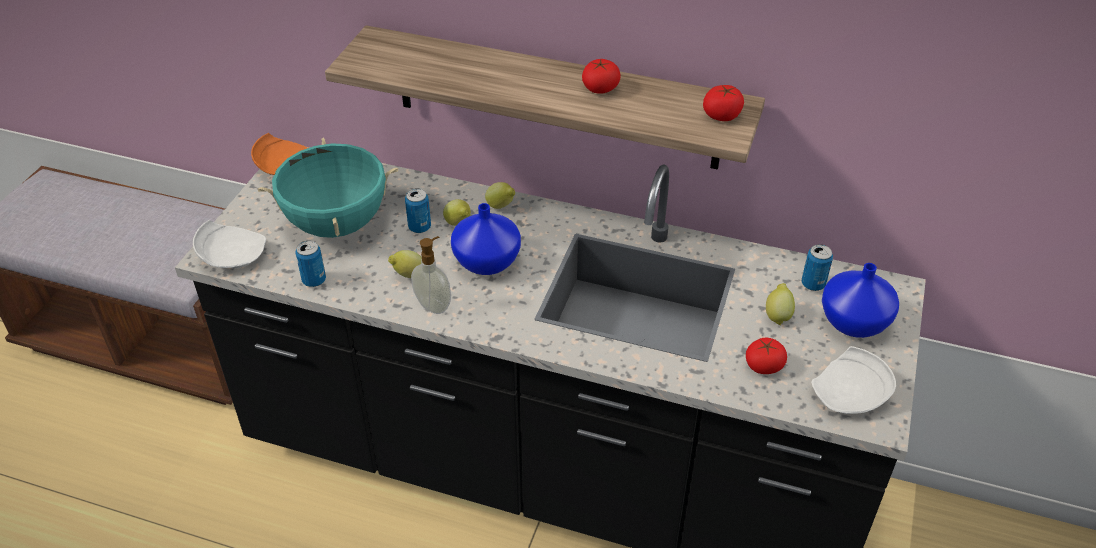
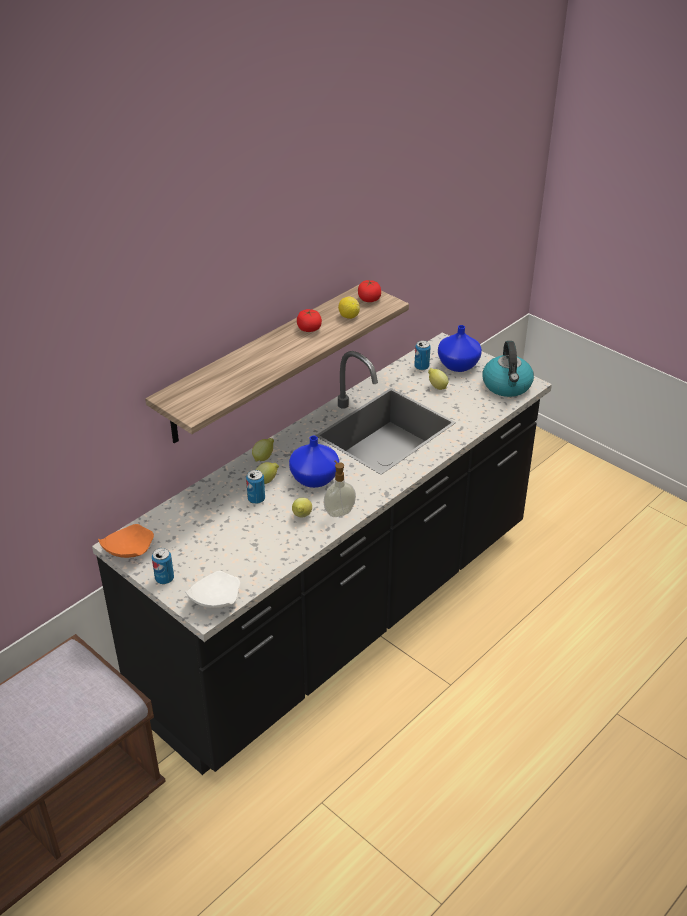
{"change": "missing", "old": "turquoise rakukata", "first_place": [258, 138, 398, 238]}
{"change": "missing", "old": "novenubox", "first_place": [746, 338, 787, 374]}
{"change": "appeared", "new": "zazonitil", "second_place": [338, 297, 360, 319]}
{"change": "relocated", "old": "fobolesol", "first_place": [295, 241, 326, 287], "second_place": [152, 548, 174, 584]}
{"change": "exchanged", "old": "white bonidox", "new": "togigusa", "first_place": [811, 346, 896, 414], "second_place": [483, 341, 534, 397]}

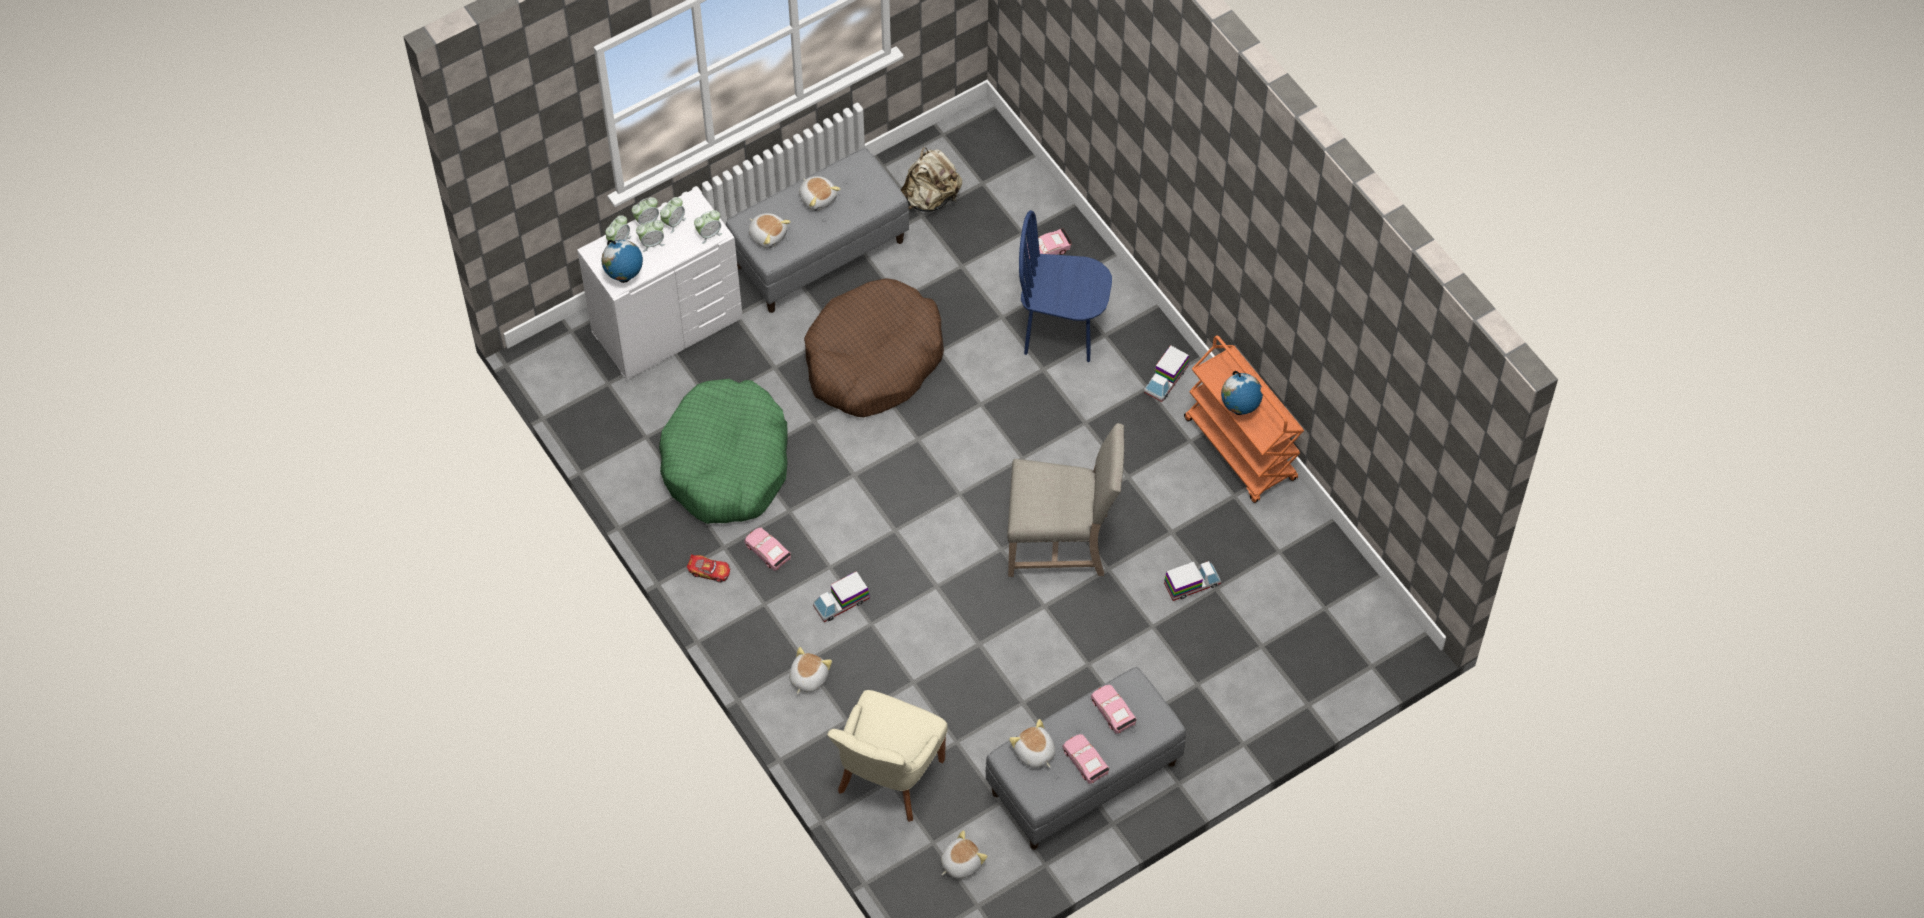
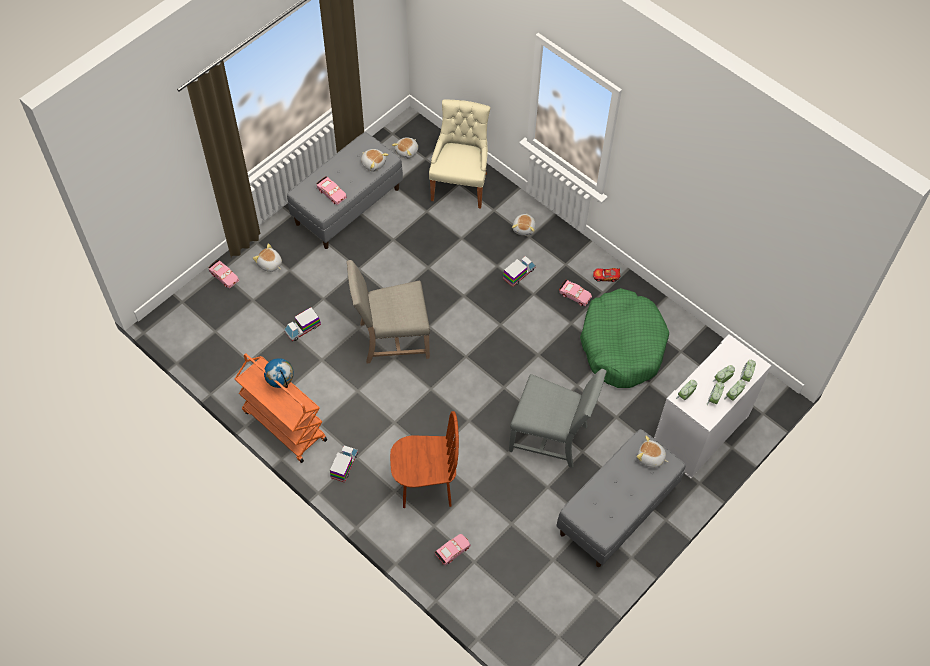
{"change": "missing", "old": "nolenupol", "first_place": [601, 240, 643, 283]}
{"change": "missing", "old": "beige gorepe", "first_place": [901, 147, 962, 212]}
{"change": "relocated", "old": "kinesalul", "first_place": [799, 176, 841, 211], "second_place": [253, 244, 282, 272]}
{"change": "relocated", "old": "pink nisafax", "first_place": [1062, 734, 1109, 784], "second_place": [208, 260, 239, 289]}
{"change": "exchanged", "old": "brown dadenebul", "new": "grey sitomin", "first_place": [804, 278, 944, 417], "second_place": [509, 369, 607, 468]}
{"change": "colour", "old": "blue sitomin", "new": "brown sitomin", "first_place": [1019, 210, 1112, 362], "second_place": [390, 411, 459, 508]}

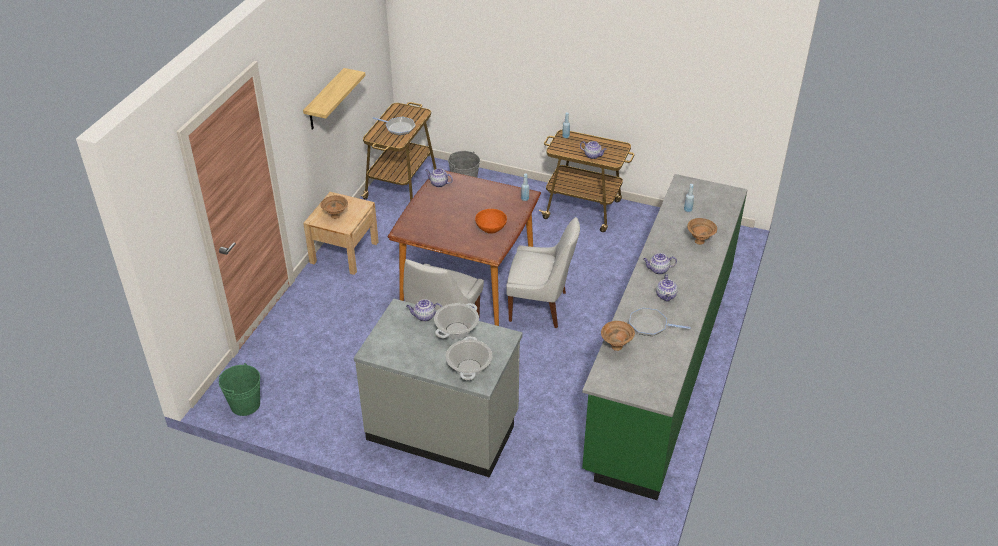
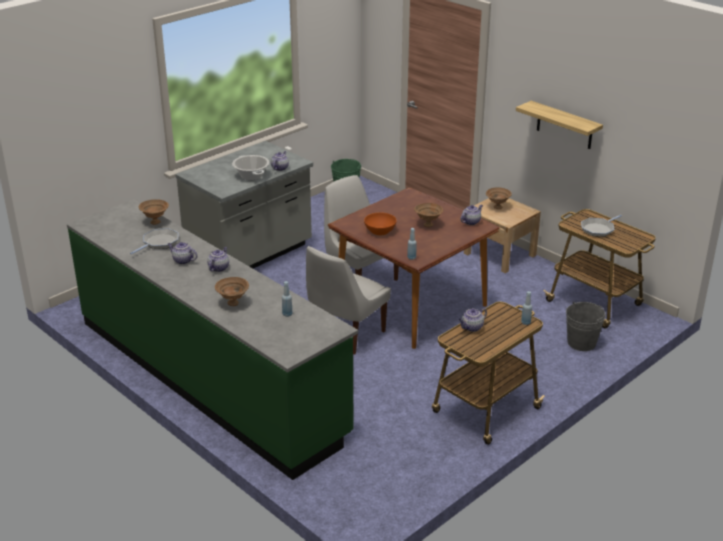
{"change": "missing", "old": "rakukata", "first_place": [446, 336, 492, 380]}
{"change": "appeared", "new": "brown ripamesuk", "second_place": [414, 203, 443, 227]}

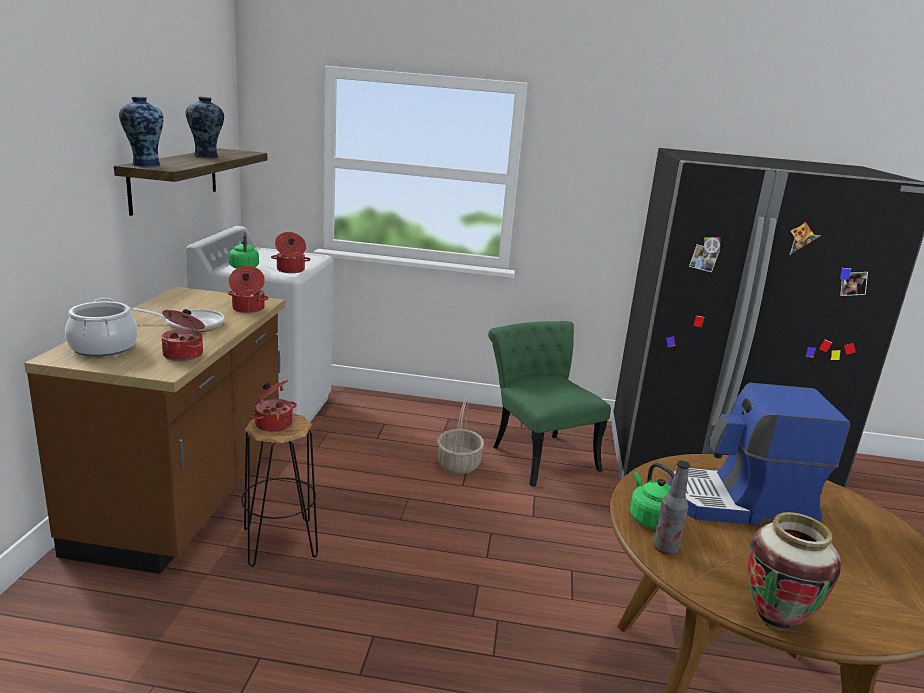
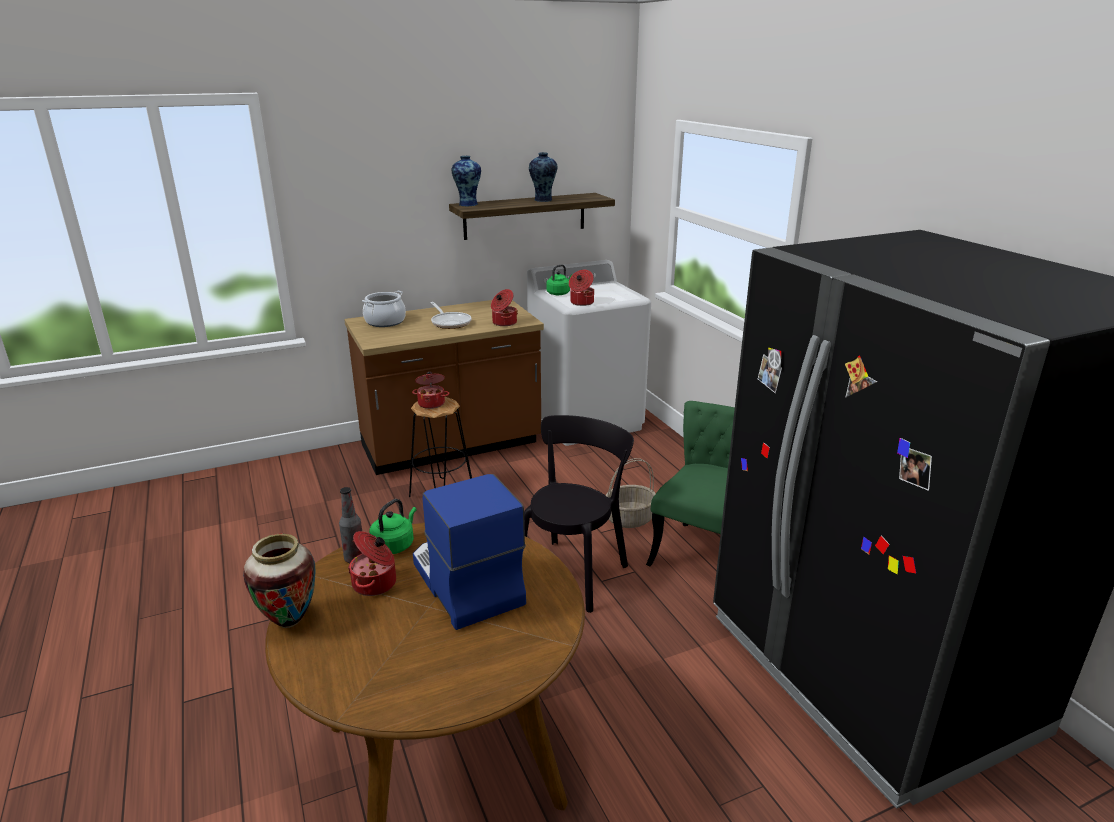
{"change": "appeared", "new": "black sitomin", "second_place": [524, 415, 634, 613]}
{"change": "relocated", "old": "rakukata", "first_place": [161, 309, 205, 361], "second_place": [348, 531, 396, 596]}

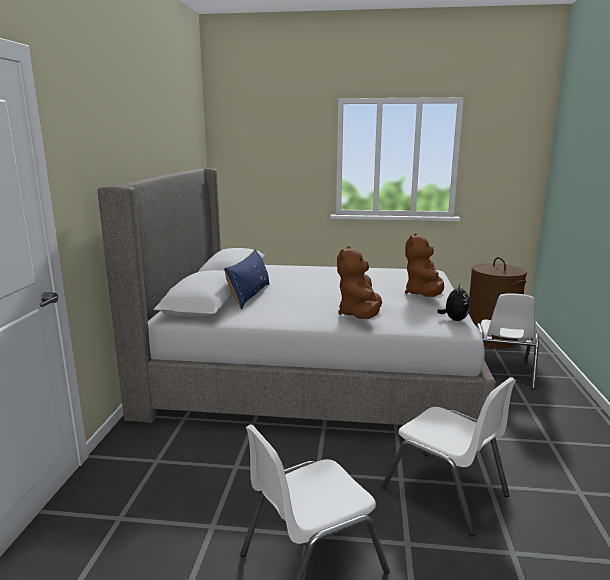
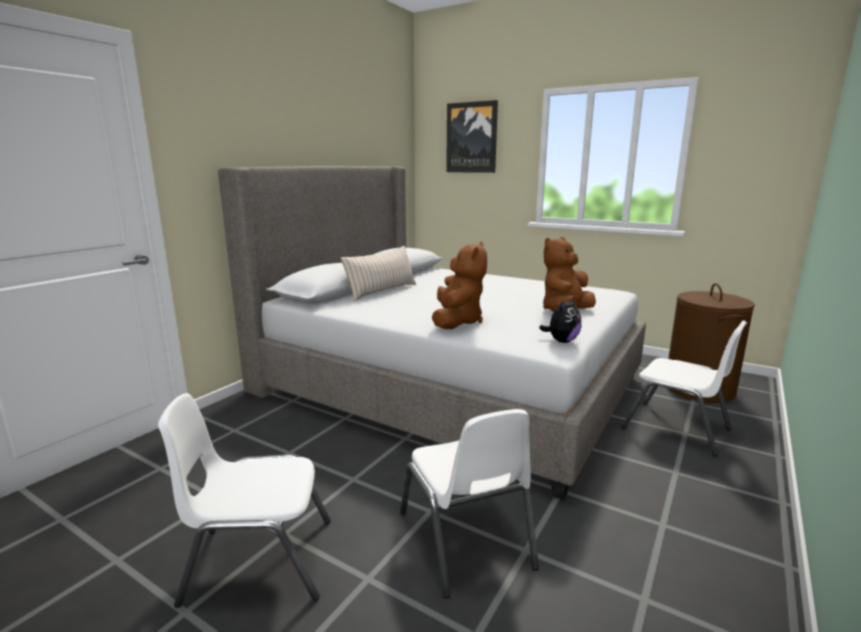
{"change": "appeared", "new": "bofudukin", "second_place": [446, 100, 498, 173]}
{"change": "colour", "old": "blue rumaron", "new": "beige rumaron", "first_place": [224, 249, 270, 309], "second_place": [341, 246, 416, 301]}
{"change": "spun", "old": "brown kinesalul", "first_place": [337, 246, 382, 319], "second_place": [432, 241, 487, 329], "degrees": 150}
{"change": "spun", "old": "white sitomin", "first_place": [477, 293, 539, 389], "second_place": [621, 320, 747, 457], "degrees": -90}

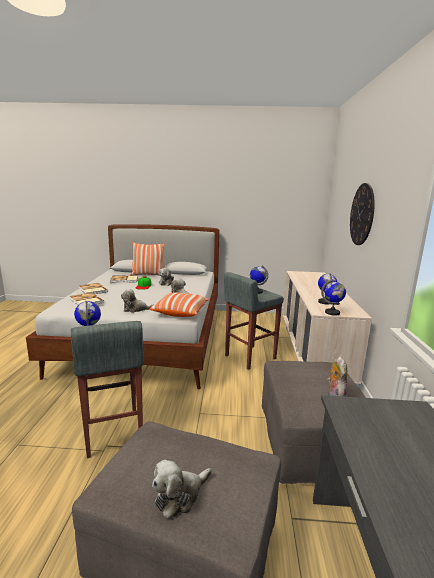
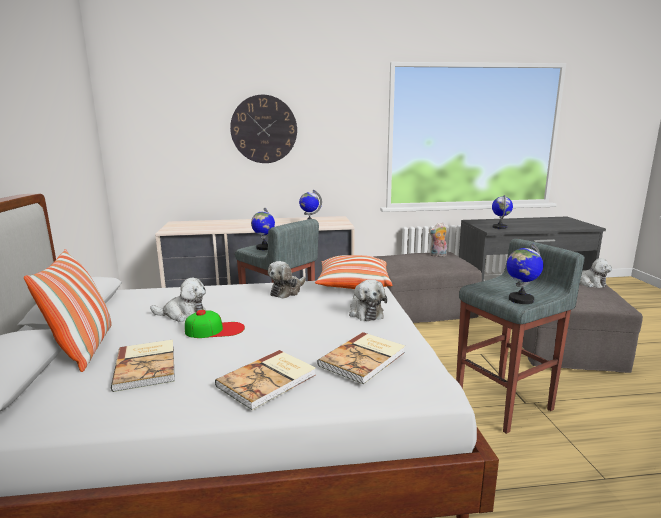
{"change": "relocated", "old": "nolenupol", "first_place": [321, 279, 346, 316], "second_place": [492, 195, 513, 229]}

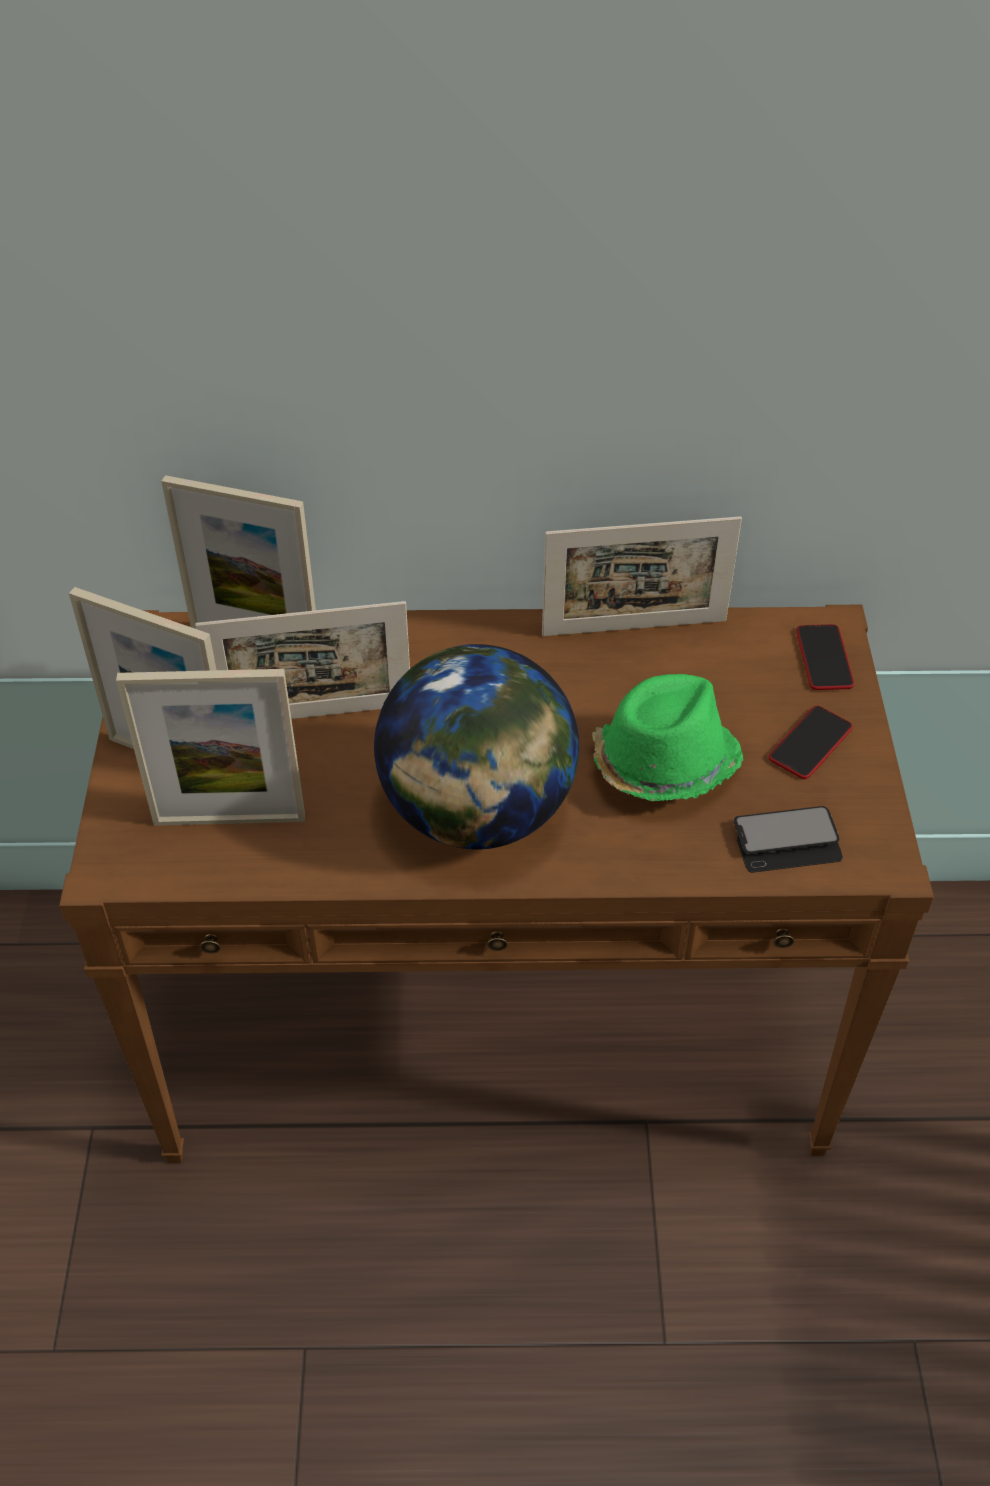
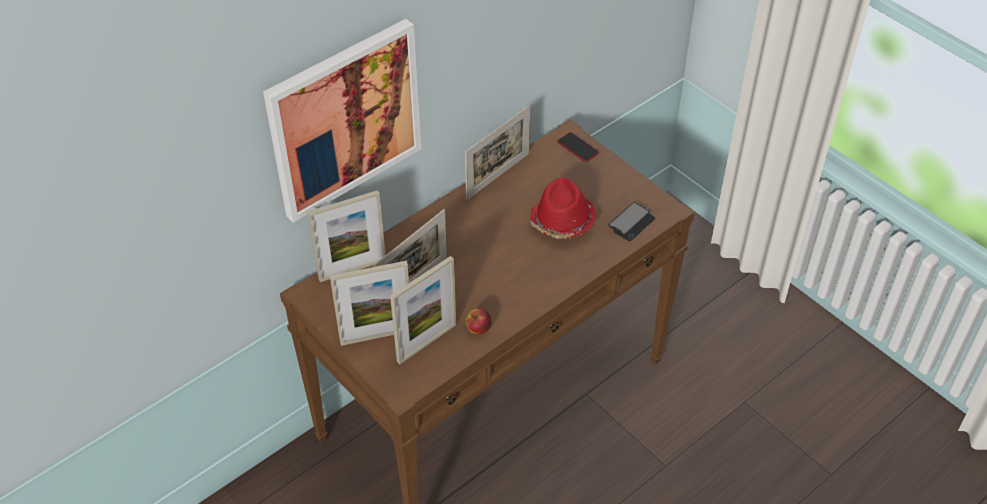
{"change": "missing", "old": "nolenupol", "first_place": [374, 644, 579, 849]}
{"change": "missing", "old": "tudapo", "first_place": [768, 706, 853, 779]}
{"change": "appeared", "new": "bofudukin", "second_place": [263, 19, 421, 223]}
{"change": "appeared", "new": "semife", "second_place": [466, 308, 492, 334]}
{"change": "colour", "old": "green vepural", "new": "red vepural", "first_place": [592, 674, 743, 801], "second_place": [530, 178, 596, 239]}

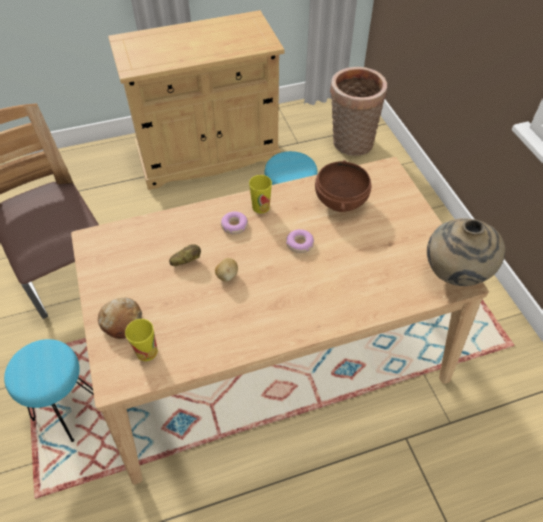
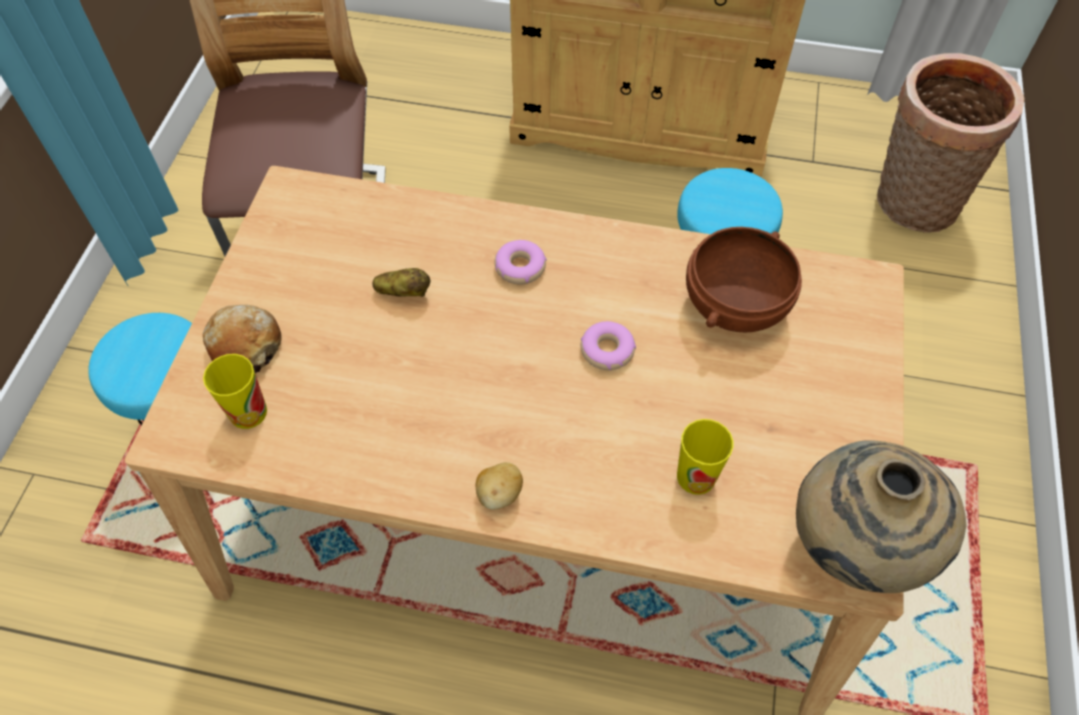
{"change": "relocated", "old": "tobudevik", "first_place": [215, 258, 238, 282], "second_place": [476, 462, 523, 510]}
{"change": "relocated", "old": "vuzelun", "first_place": [249, 175, 272, 214], "second_place": [677, 419, 733, 495]}

